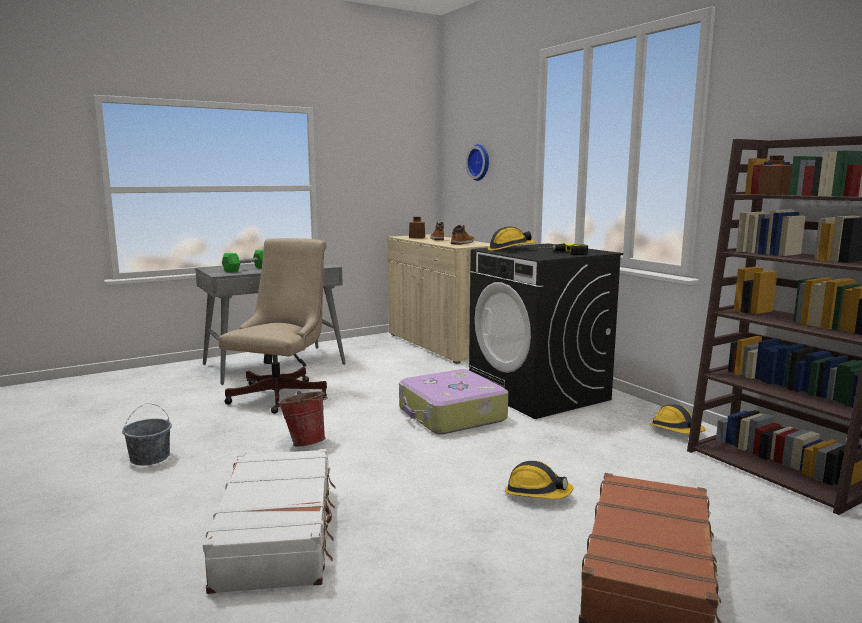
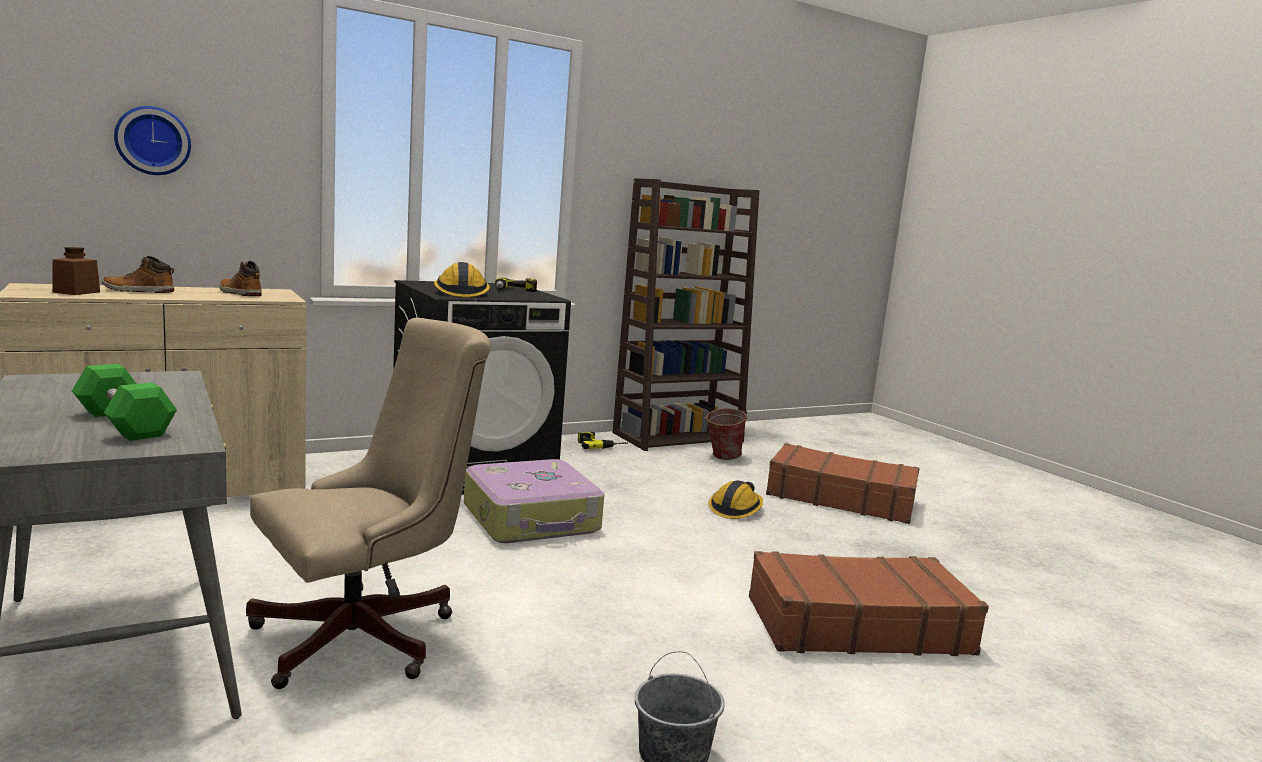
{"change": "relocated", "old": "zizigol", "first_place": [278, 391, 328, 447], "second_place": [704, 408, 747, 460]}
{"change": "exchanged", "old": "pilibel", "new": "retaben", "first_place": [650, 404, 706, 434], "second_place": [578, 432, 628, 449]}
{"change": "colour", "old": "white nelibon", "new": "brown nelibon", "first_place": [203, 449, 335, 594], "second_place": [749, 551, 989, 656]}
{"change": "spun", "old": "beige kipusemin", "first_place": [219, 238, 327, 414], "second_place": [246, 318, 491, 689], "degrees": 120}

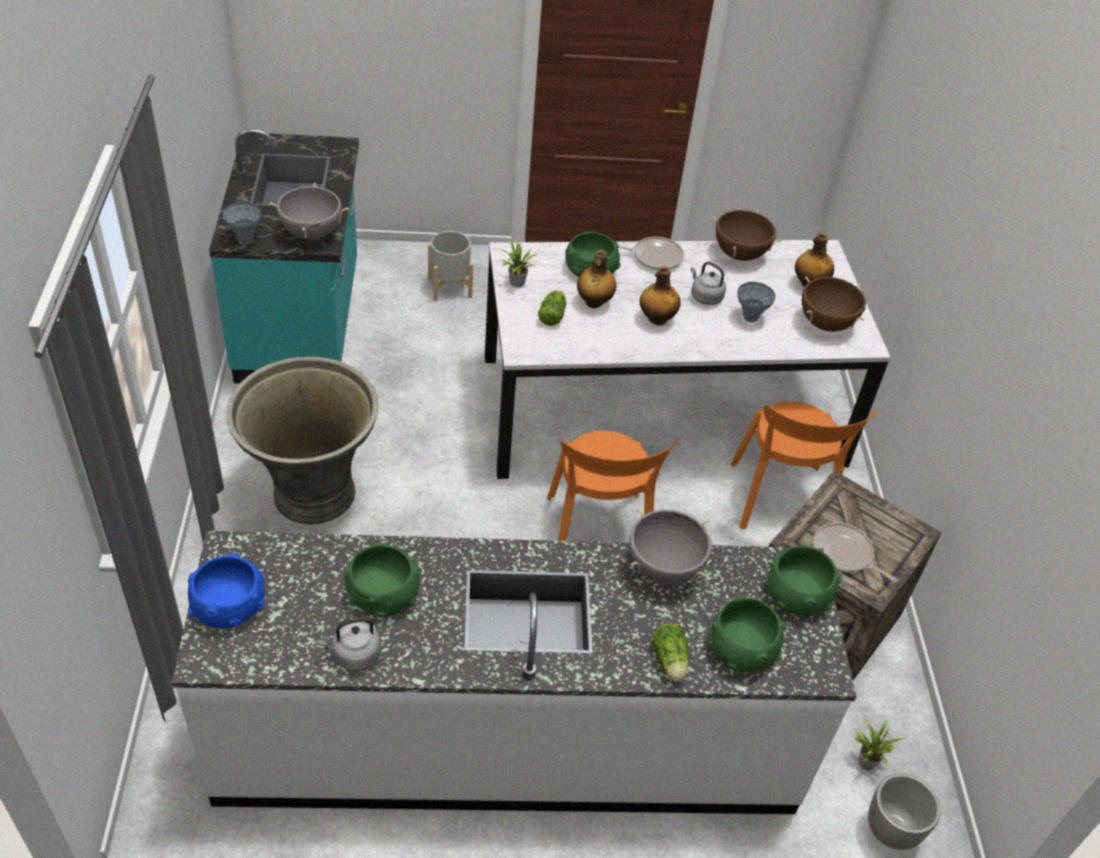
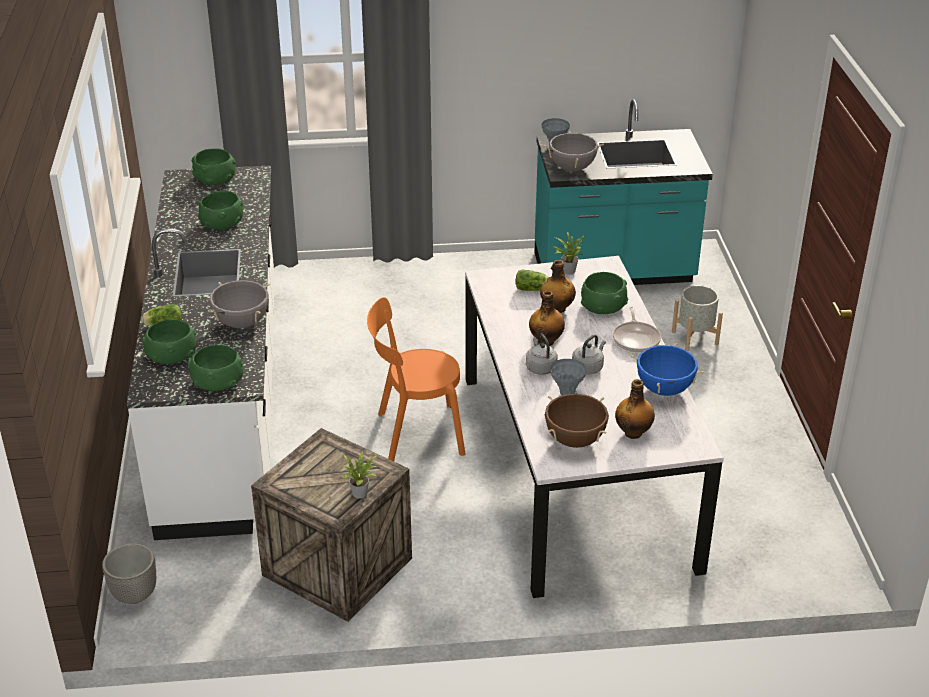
{"change": "missing", "old": "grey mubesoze", "first_place": [226, 356, 378, 525]}
{"change": "missing", "old": "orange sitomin", "first_place": [731, 401, 878, 529]}
{"change": "missing", "old": "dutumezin", "first_place": [813, 523, 897, 582]}
{"change": "relocated", "old": "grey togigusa", "first_place": [317, 617, 381, 671], "second_place": [526, 333, 558, 375]}
{"change": "relocated", "old": "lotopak", "first_place": [854, 719, 907, 771], "second_place": [342, 451, 377, 498]}
{"change": "colour", "old": "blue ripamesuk", "new": "green ripamesuk", "first_place": [188, 553, 265, 628], "second_place": [192, 148, 236, 185]}
{"change": "colour", "old": "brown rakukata", "new": "blue rakukata", "first_place": [711, 209, 782, 261], "second_place": [631, 343, 704, 396]}

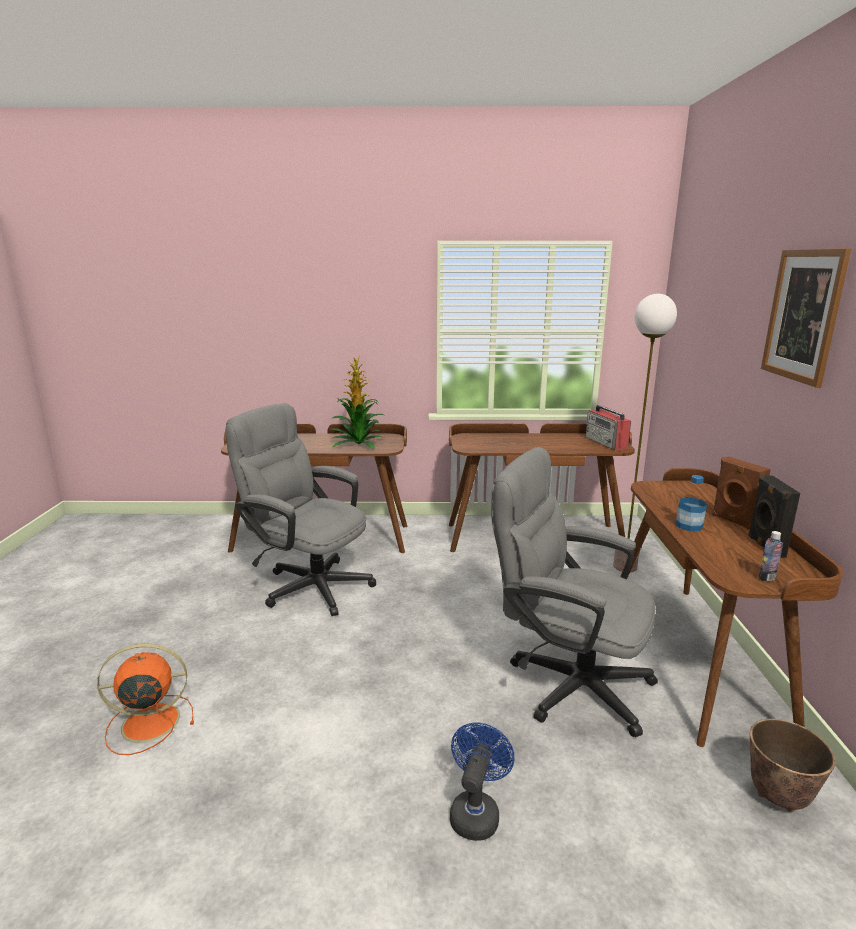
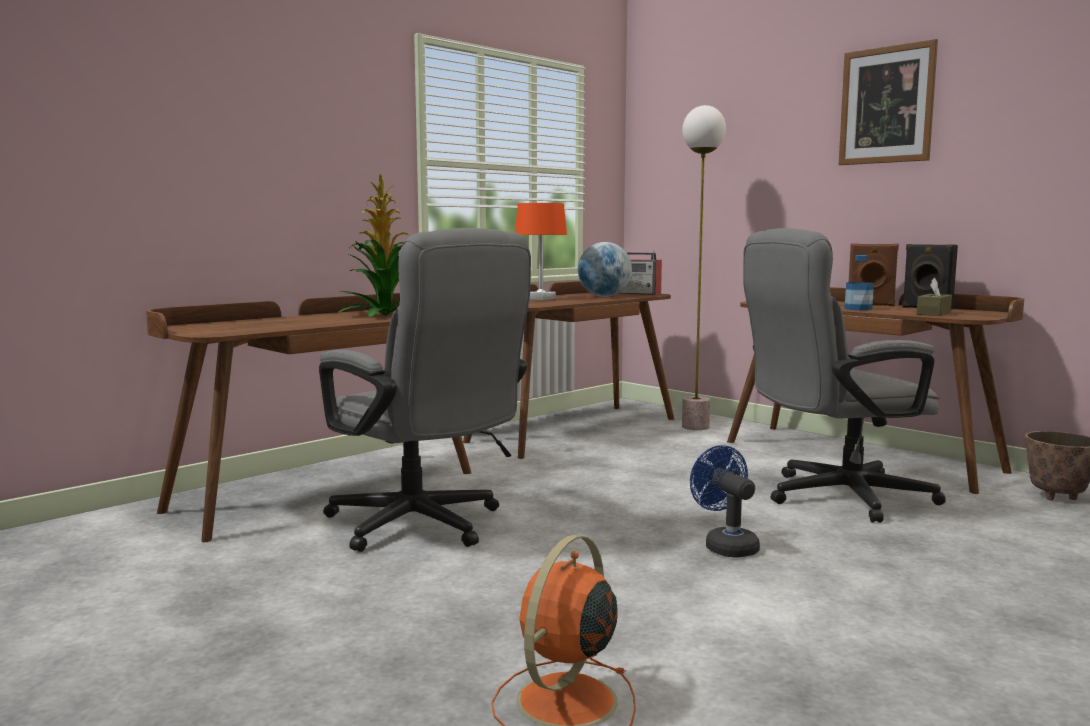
{"change": "missing", "old": "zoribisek", "first_place": [758, 531, 783, 581]}
{"change": "appeared", "new": "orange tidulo", "second_place": [515, 203, 567, 301]}
{"change": "appeared", "new": "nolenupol", "second_place": [578, 242, 632, 297]}
{"change": "appeared", "new": "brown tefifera", "second_place": [916, 278, 952, 316]}
{"change": "relocated", "old": "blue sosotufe", "first_place": [450, 723, 514, 841], "second_place": [690, 445, 760, 557]}
{"change": "spun", "old": "grey kipusemin", "first_place": [225, 403, 376, 616], "second_place": [319, 228, 531, 552], "degrees": -120}

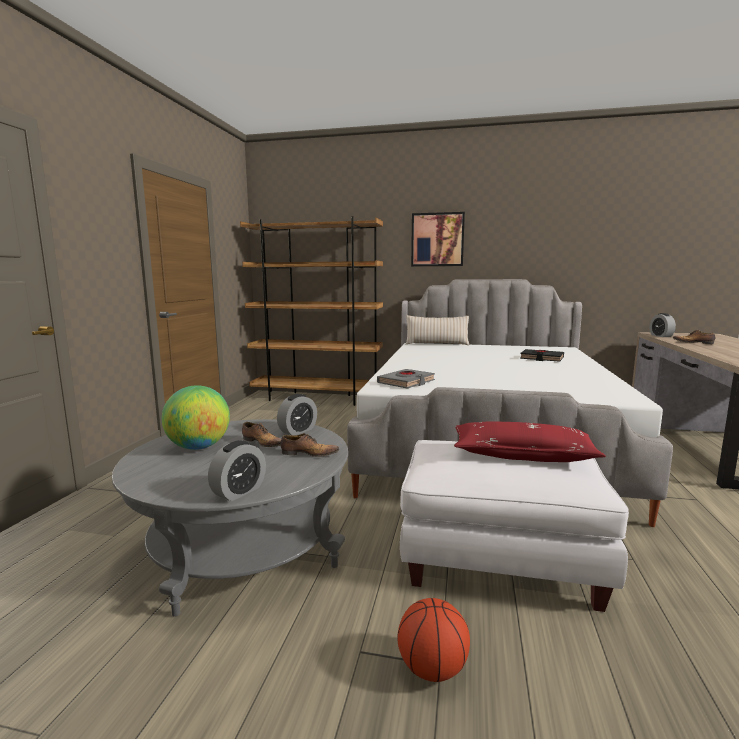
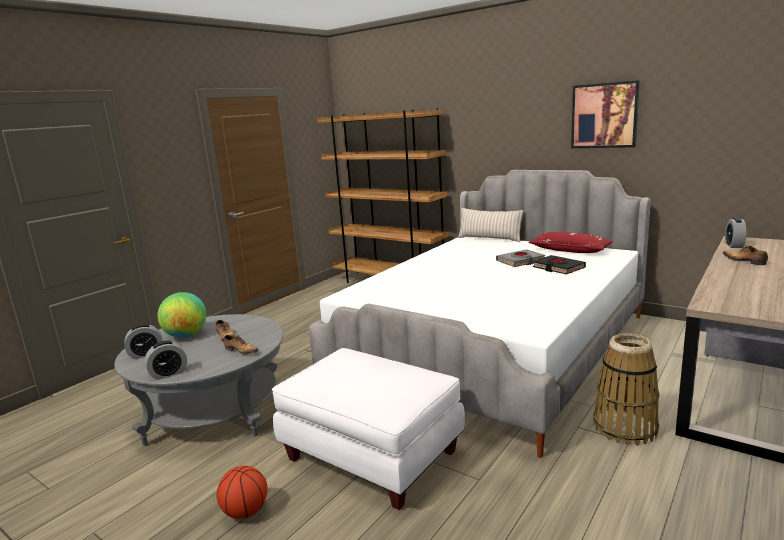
{"change": "appeared", "new": "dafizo", "second_place": [593, 333, 659, 446]}
{"change": "relocated", "old": "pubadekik", "first_place": [277, 394, 317, 435], "second_place": [124, 324, 163, 359]}
{"change": "relocated", "old": "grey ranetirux", "first_place": [377, 369, 435, 389], "second_place": [496, 249, 545, 267]}
{"change": "relocated", "old": "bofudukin", "first_place": [411, 212, 465, 266], "second_place": [571, 80, 640, 148]}
{"change": "relocated", "old": "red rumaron", "first_place": [454, 421, 606, 462], "second_place": [528, 232, 613, 253]}

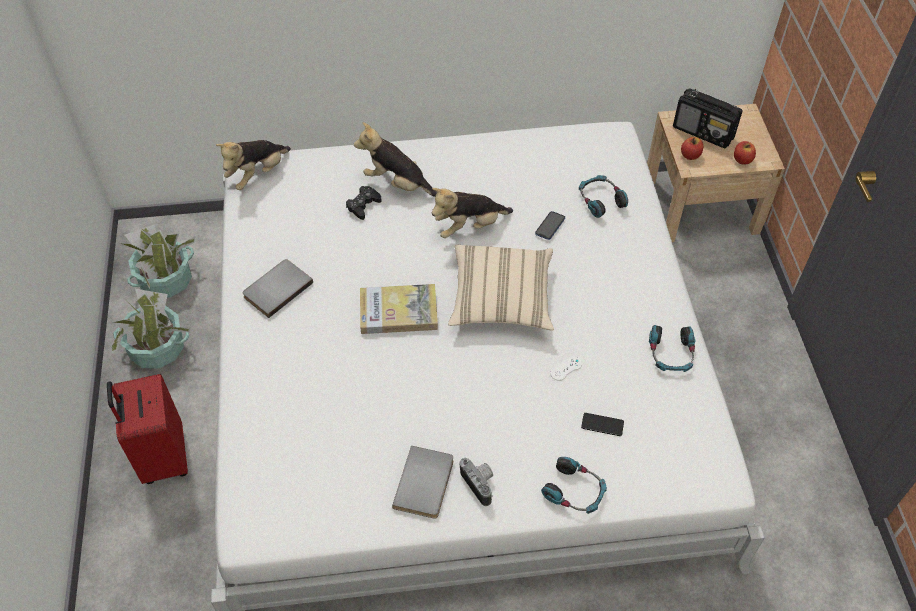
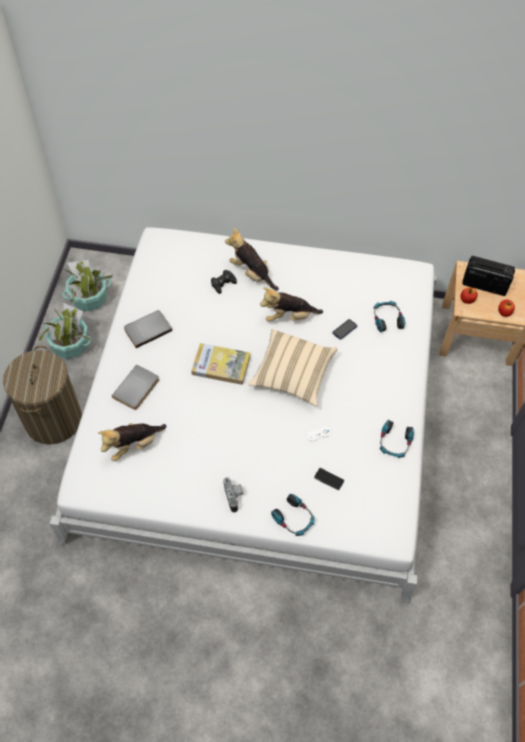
{"change": "relocated", "old": "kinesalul", "first_place": [216, 140, 291, 190], "second_place": [98, 423, 166, 461]}
{"change": "relocated", "old": "grey ranetirux", "first_place": [392, 446, 453, 519], "second_place": [112, 364, 159, 410]}
{"change": "exchanged", "old": "red nelibon", "new": "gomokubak", "first_place": [107, 374, 188, 484], "second_place": [3, 346, 82, 445]}
{"change": "spun", "old": "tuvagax", "first_place": [673, 88, 743, 148], "second_place": [462, 256, 515, 296], "degrees": 150}

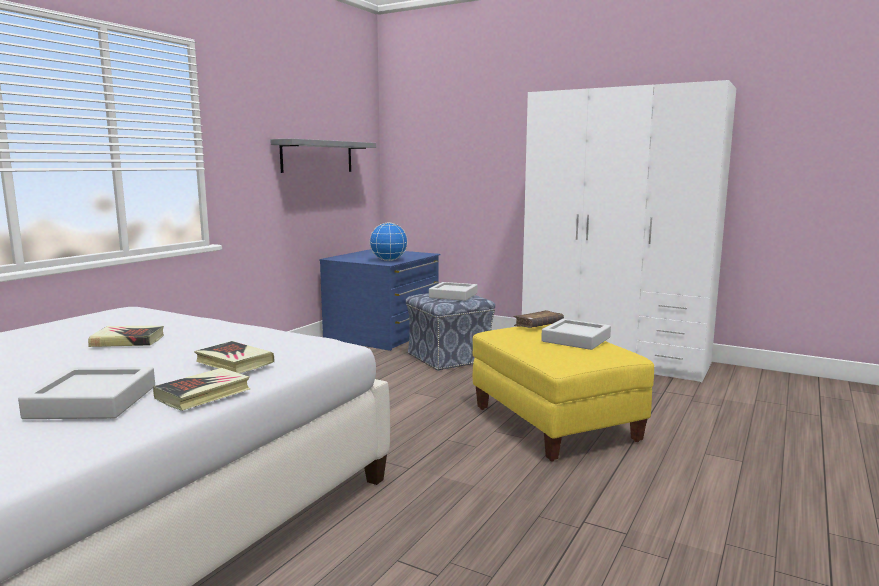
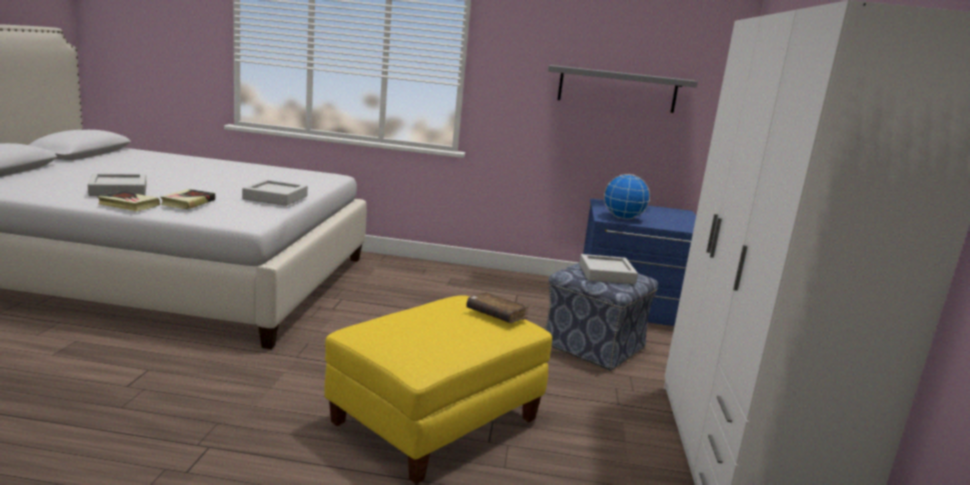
{"change": "missing", "old": "ranetirux", "first_place": [88, 326, 164, 347]}
{"change": "relocated", "old": "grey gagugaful", "first_place": [541, 319, 611, 350], "second_place": [242, 180, 308, 206]}

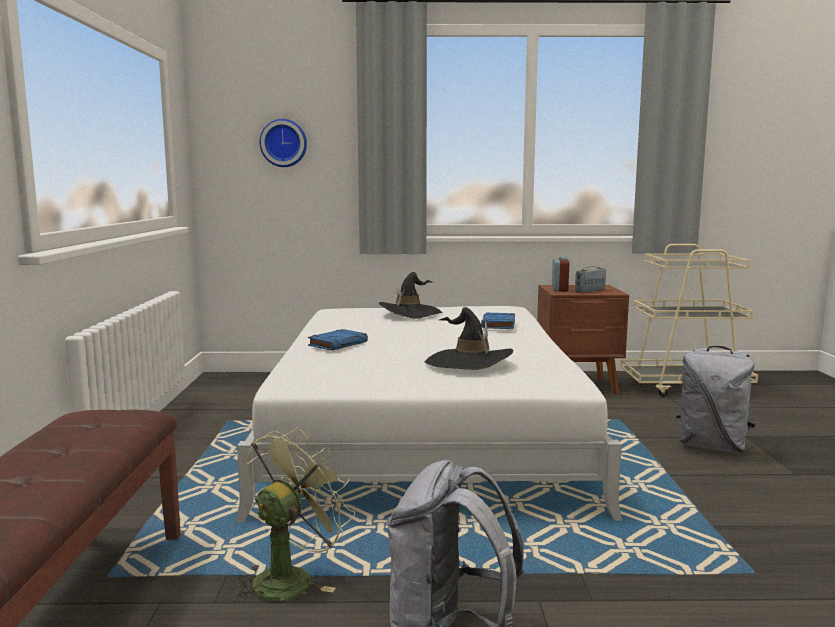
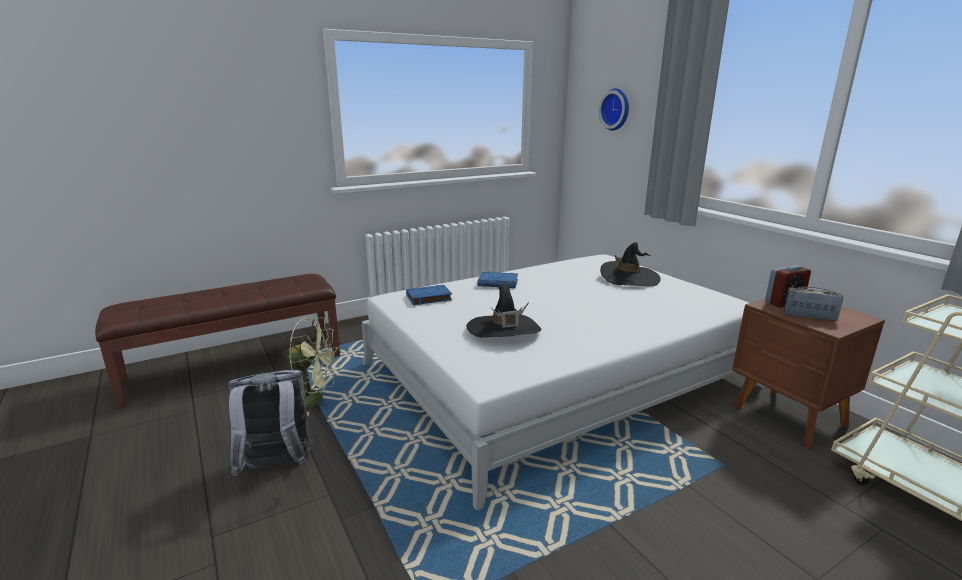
{"change": "missing", "old": "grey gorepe", "first_place": [676, 346, 755, 453]}
{"change": "relocated", "old": "blue ranetirux", "first_place": [481, 313, 515, 329], "second_place": [406, 285, 452, 305]}

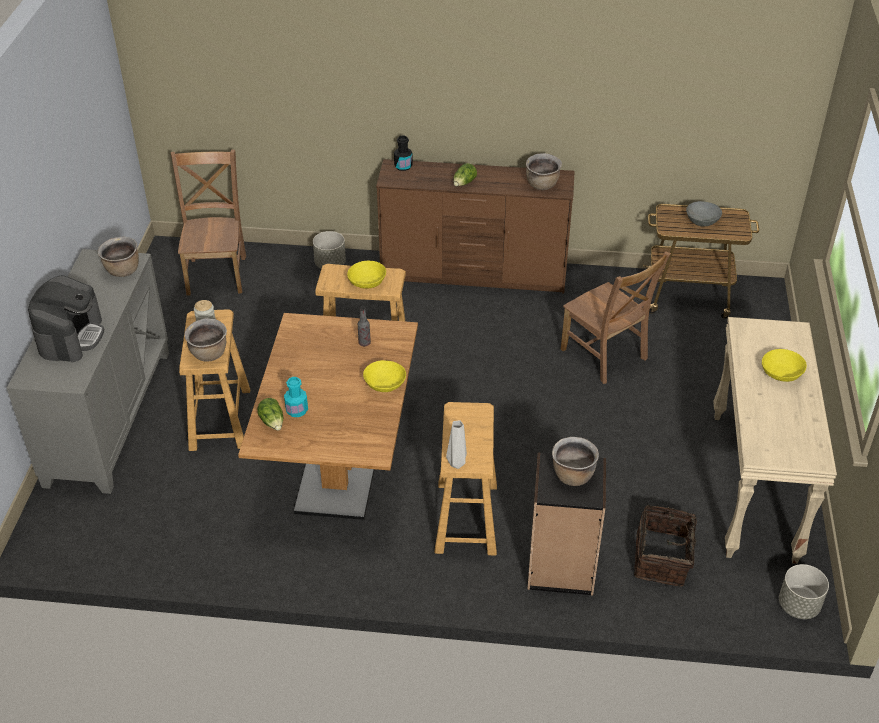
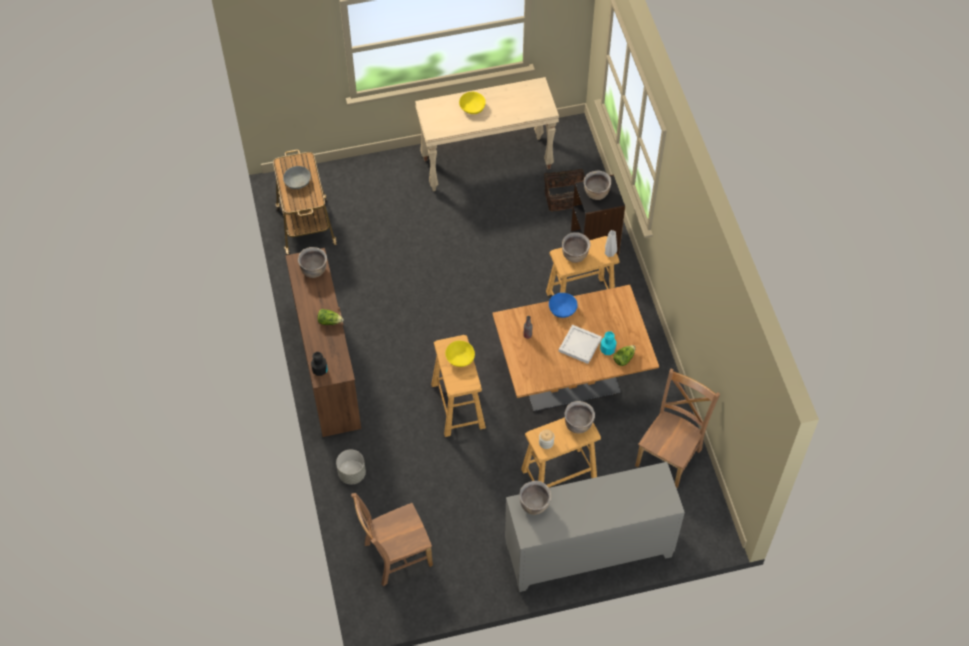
{"change": "missing", "old": "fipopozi", "first_place": [28, 276, 104, 362]}
{"change": "missing", "old": "grey mubesoze", "first_place": [779, 564, 829, 619]}
{"change": "appeared", "new": "white gagugaful", "second_place": [559, 325, 602, 364]}
{"change": "appeared", "new": "brown rakukata", "second_place": [562, 232, 591, 263]}
{"change": "relocated", "old": "brown sitomin", "first_place": [561, 251, 671, 384], "second_place": [635, 368, 720, 488]}
{"change": "colour", "old": "yellow ripamesuk", "new": "blue ripamesuk", "first_place": [363, 360, 406, 392], "second_place": [549, 293, 578, 318]}

